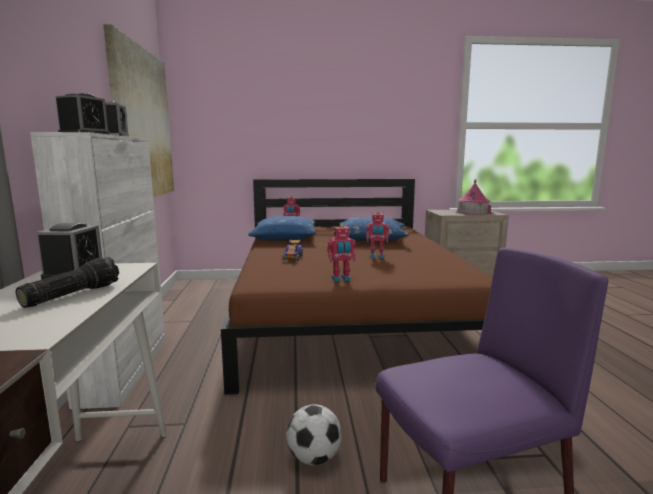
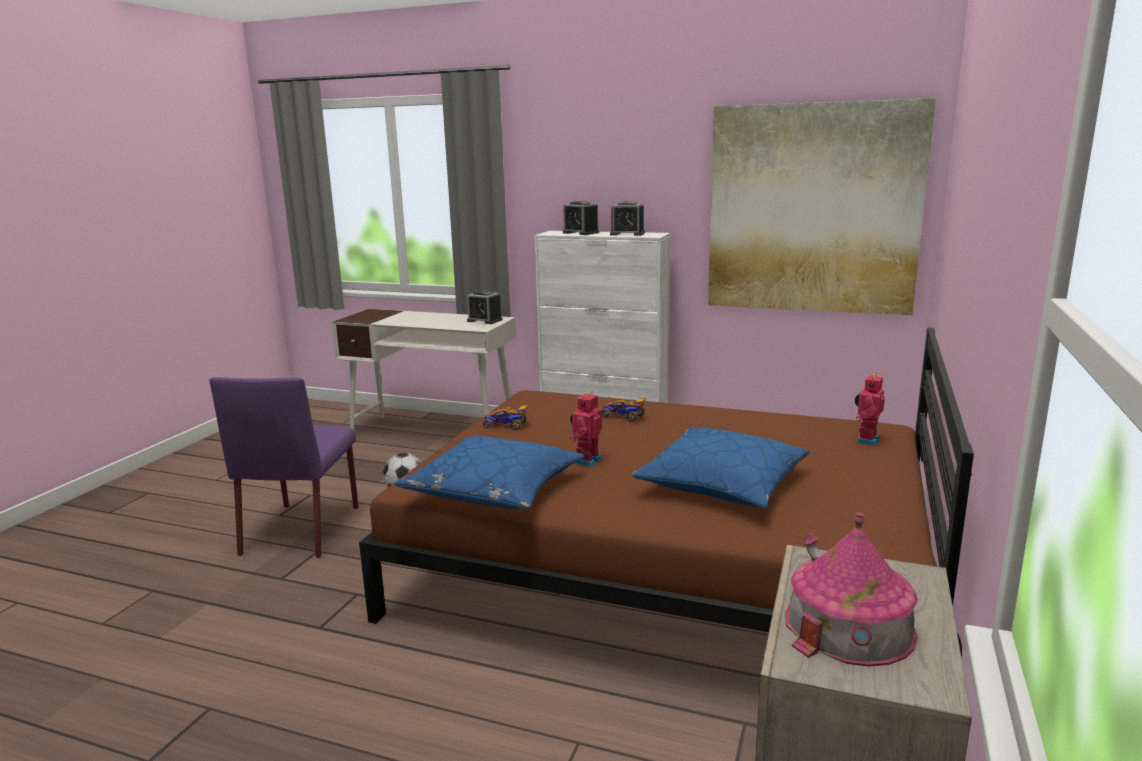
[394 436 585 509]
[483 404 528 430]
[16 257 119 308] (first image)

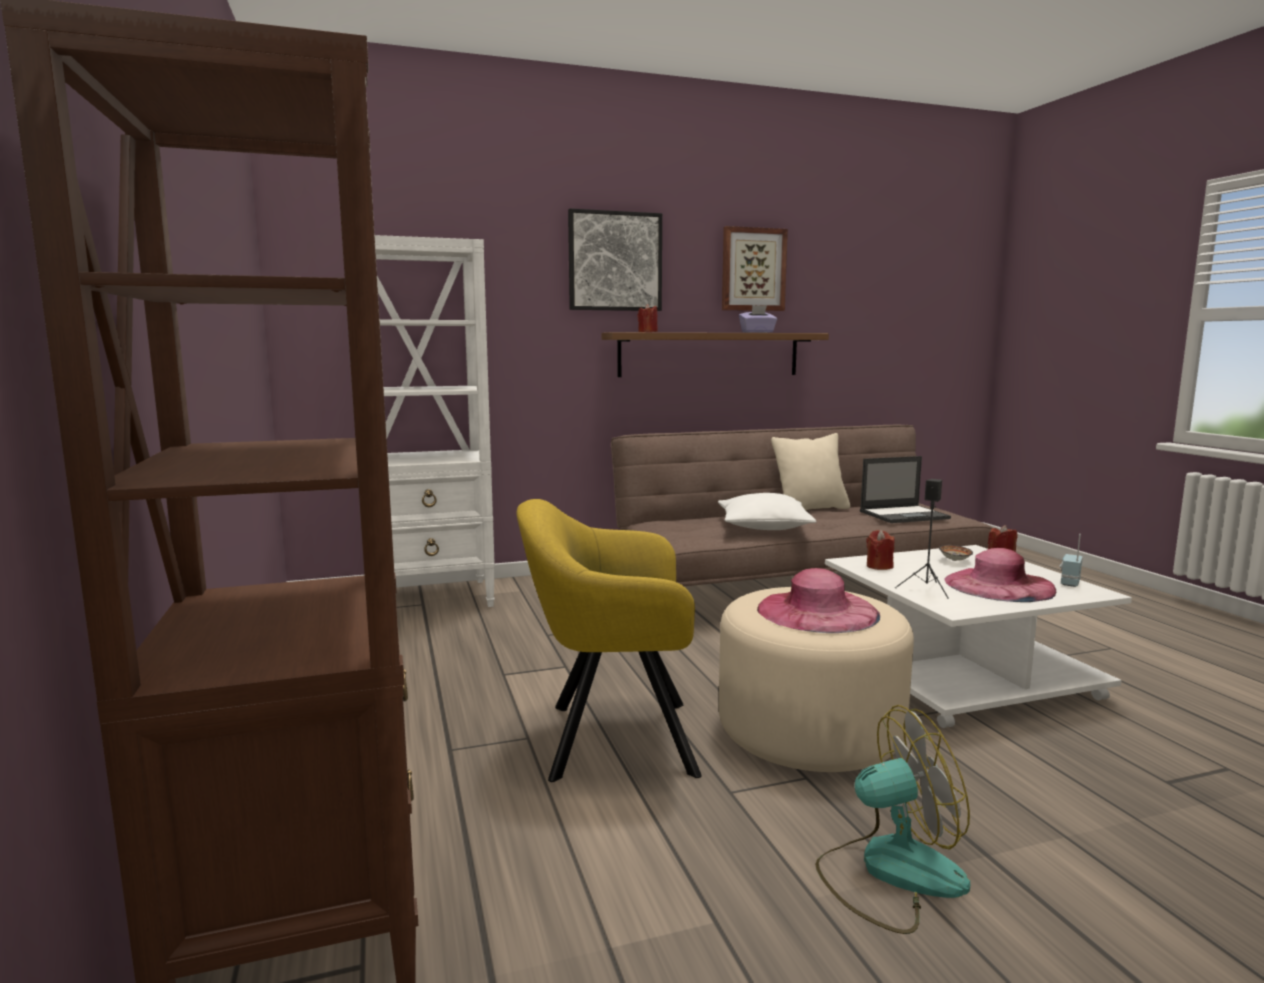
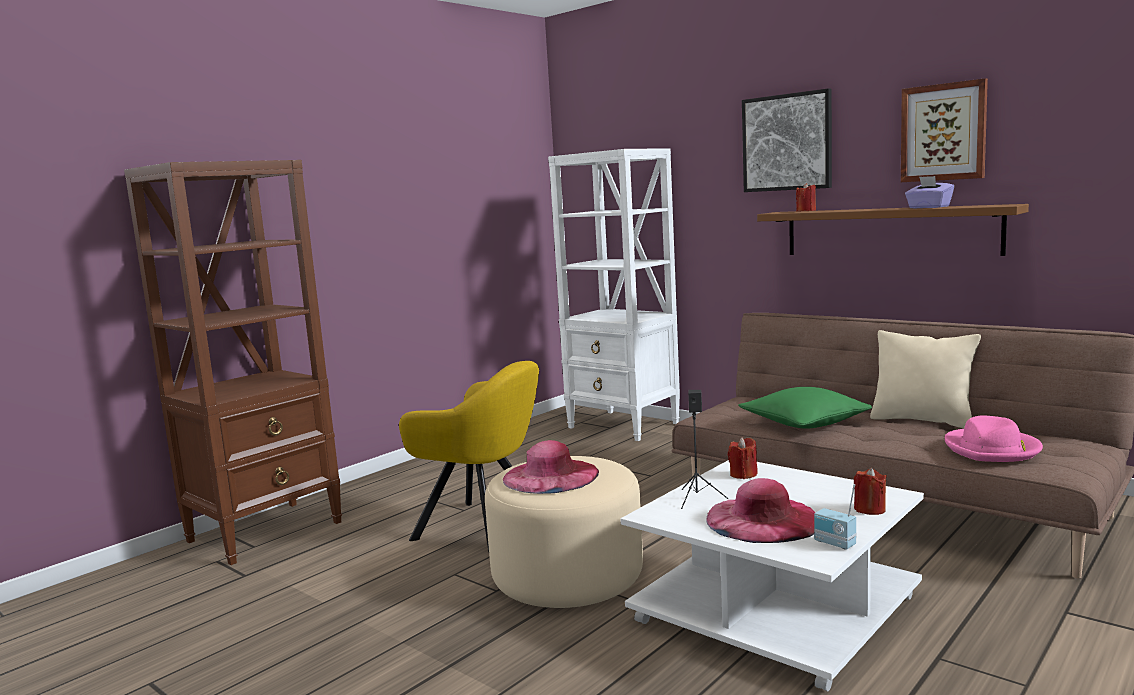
[945 415 1043 462]
[738 387 872 429]
[399 361 539 552]
[814 484 856 550]
[939 545 973 561] (first image)
[815 705 970 934] (first image)

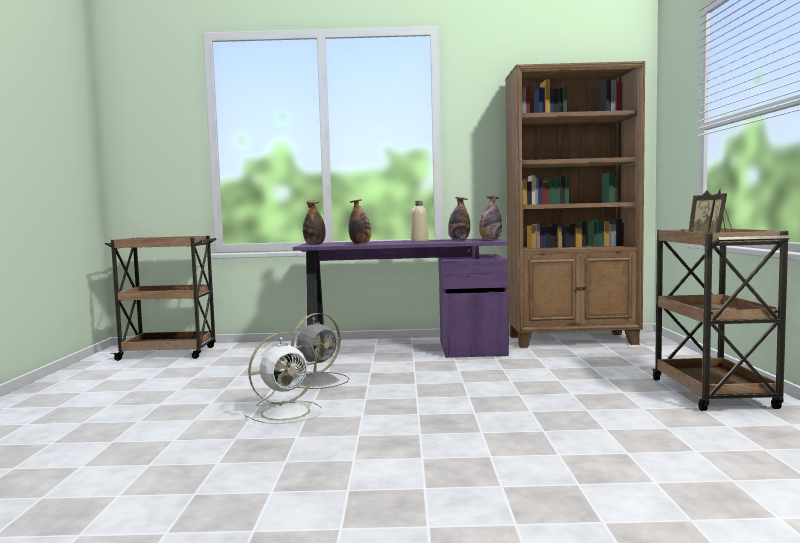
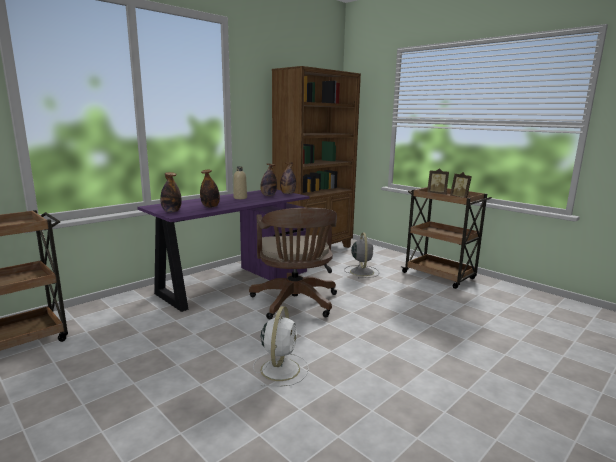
[344 233 379 279]
[249 208 337 319]

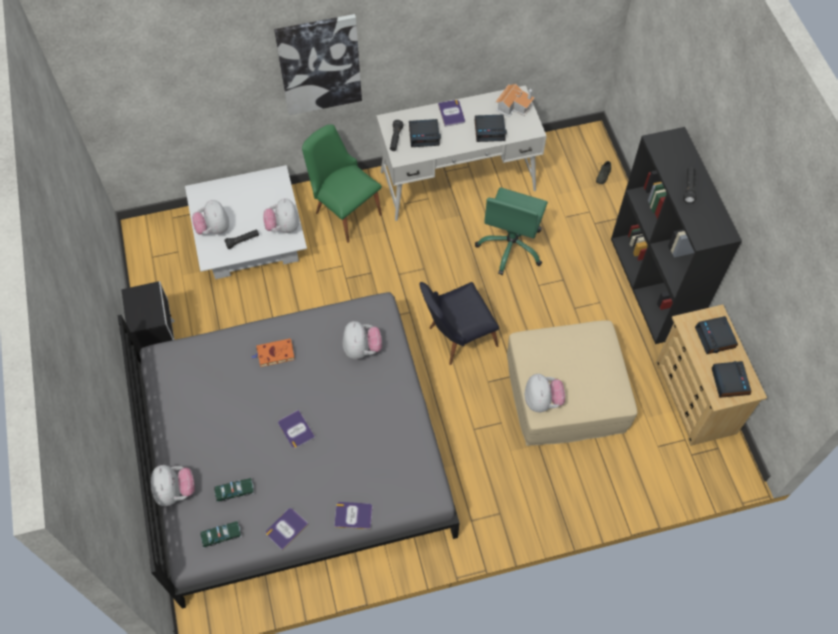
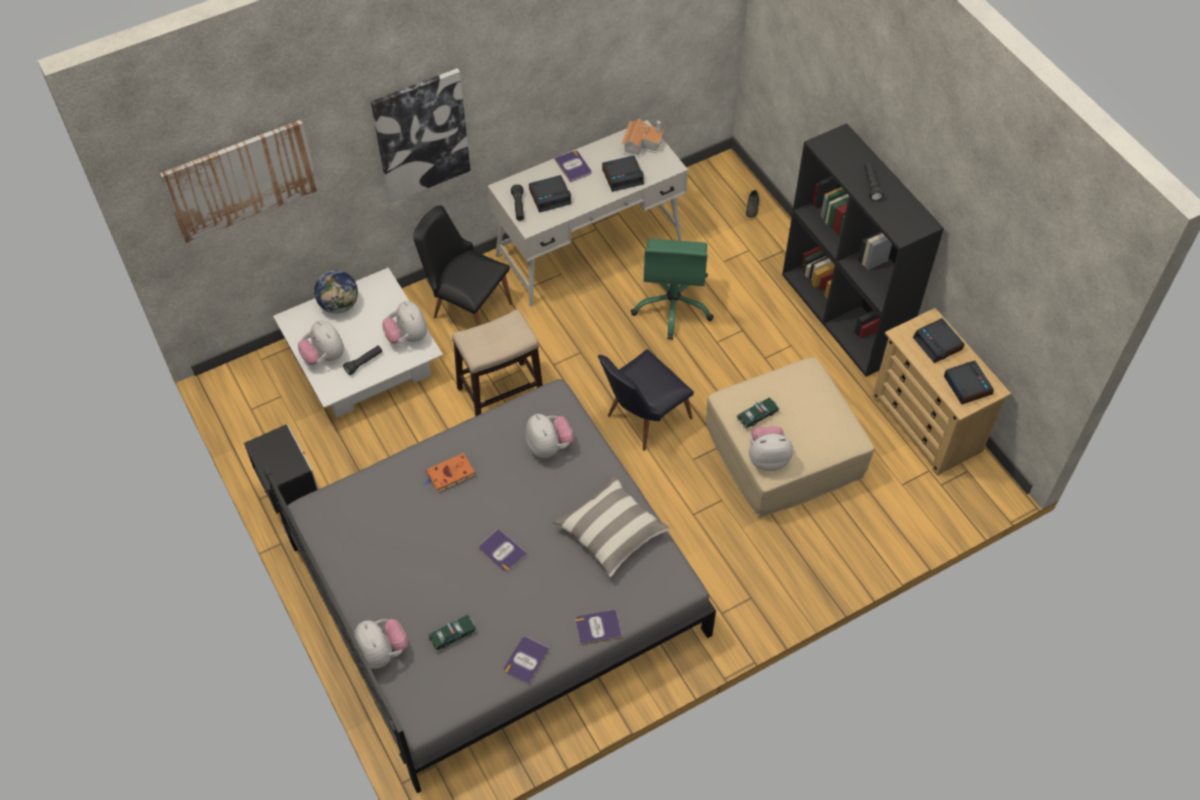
[413 205 513 326]
[749 426 793 471]
[737 397 779 429]
[160 120 319 243]
[314 270 358 314]
[452 309 543 416]
[553 475 671 577]

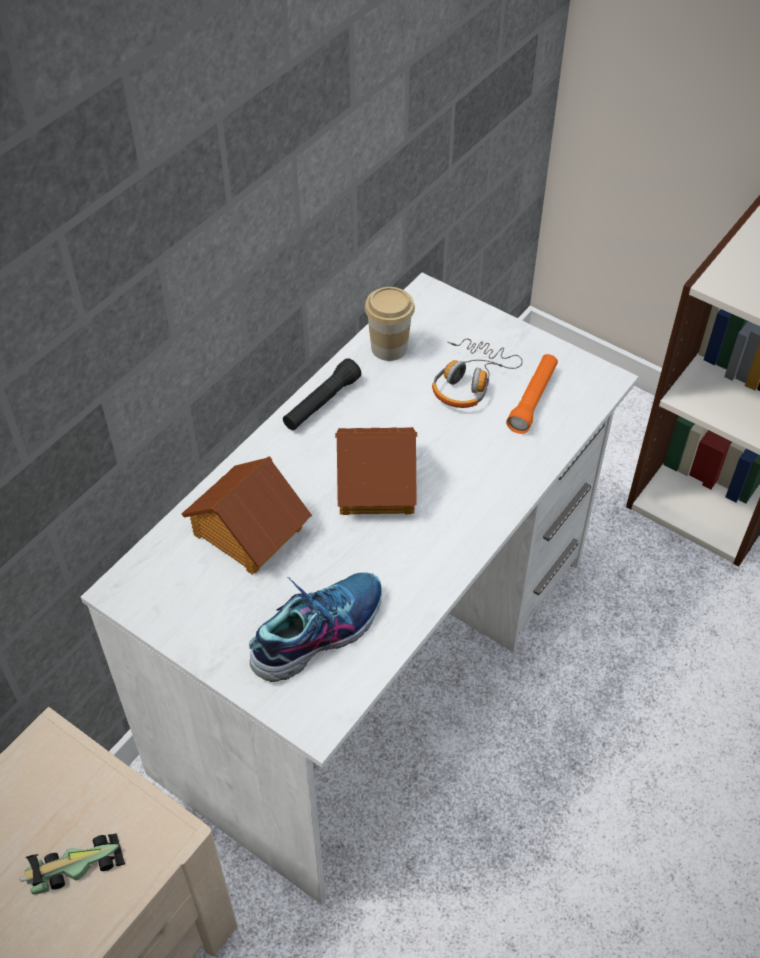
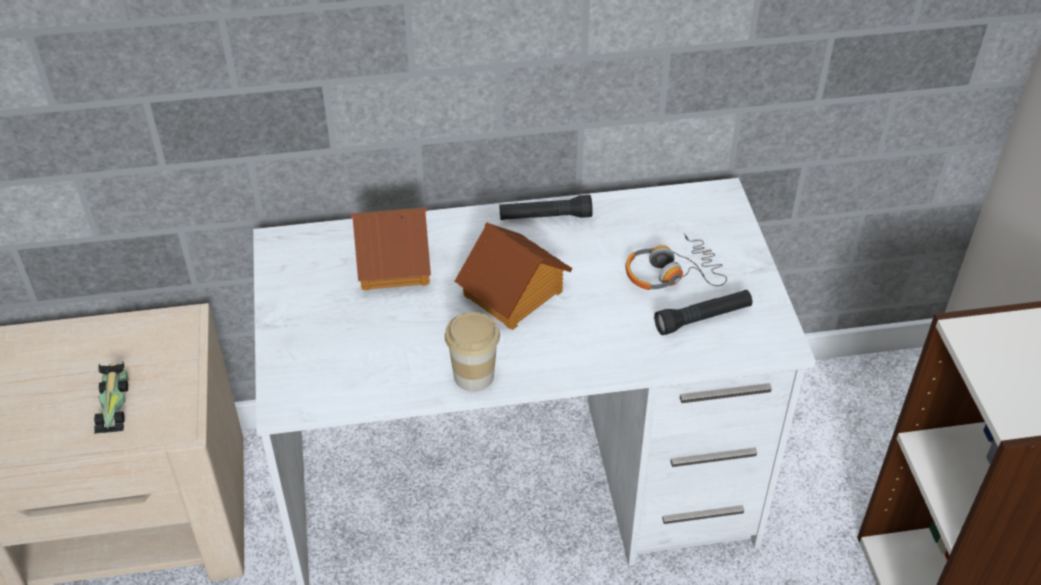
[445 312 500 392]
[654 290 752 335]
[249 572 382 682] (first image)
[94 362 128 434]

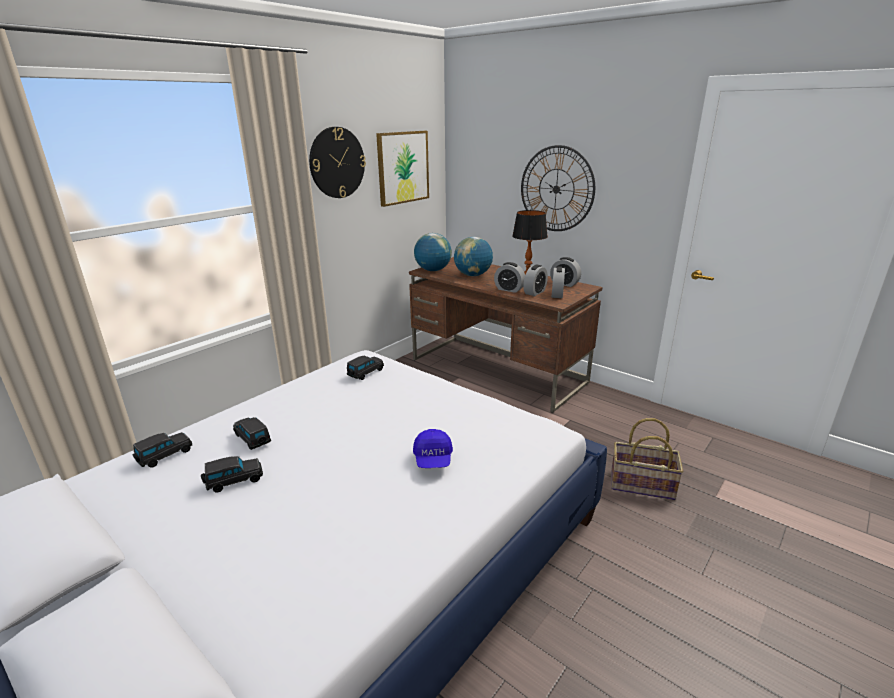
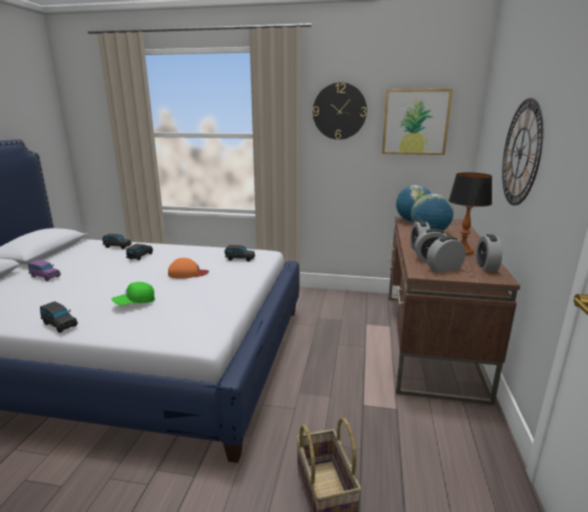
[111 282 155 305]
[40 301 78 333]
[168 258 209 278]
[28 260 61 281]

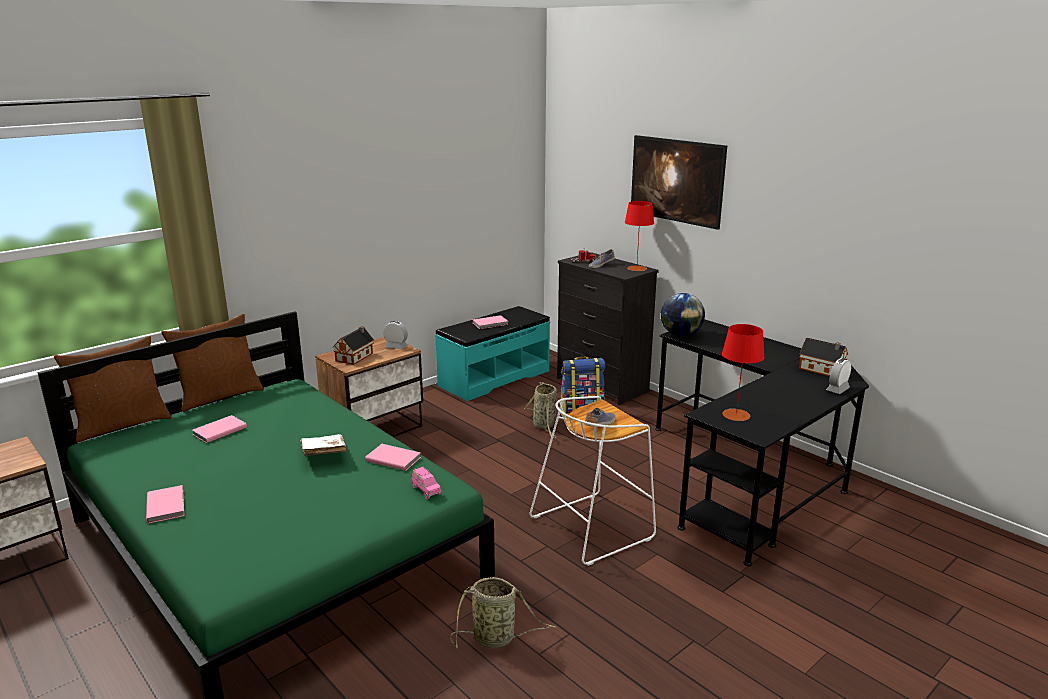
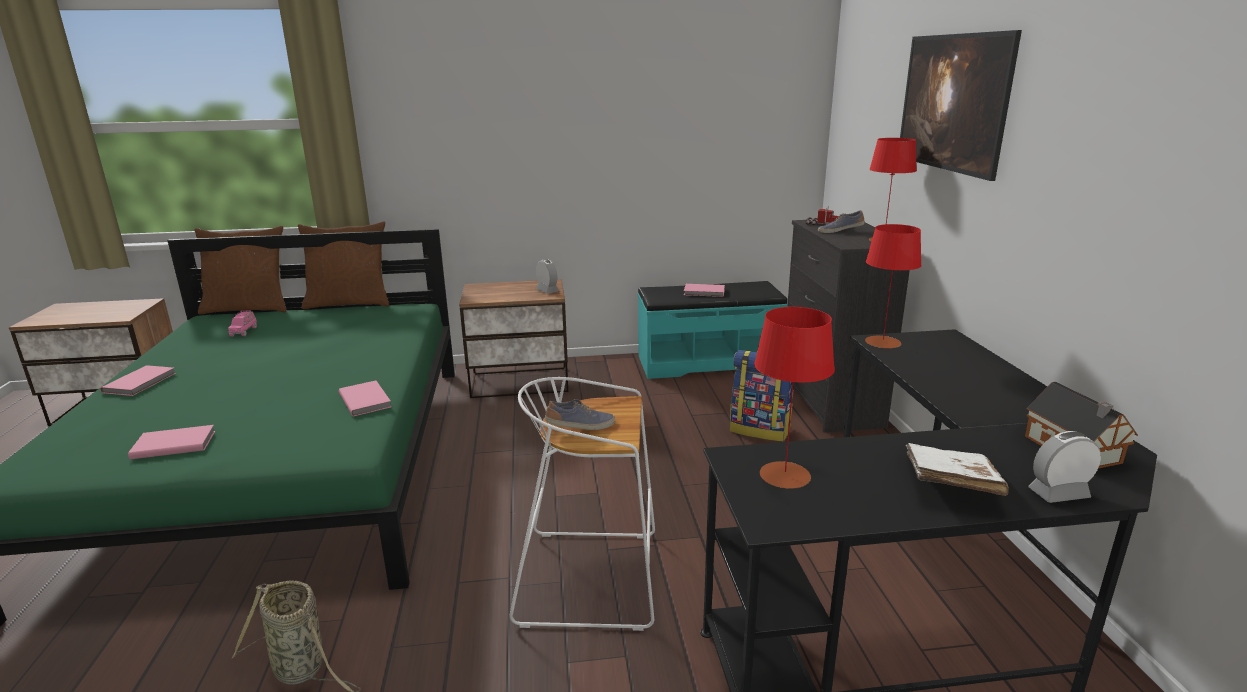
[865 224 922 349]
[332 326 374 365] (first image)
[524 382 557 438] (first image)
[128 425 215 459]
[906 443 1009 496]
[228 311 257 336]

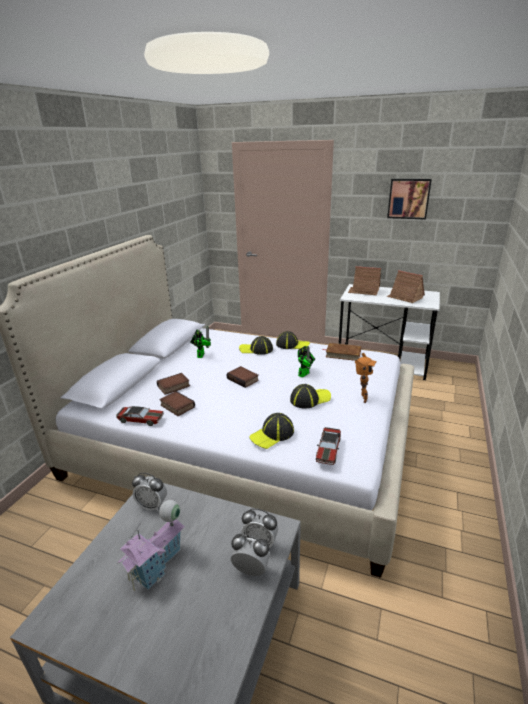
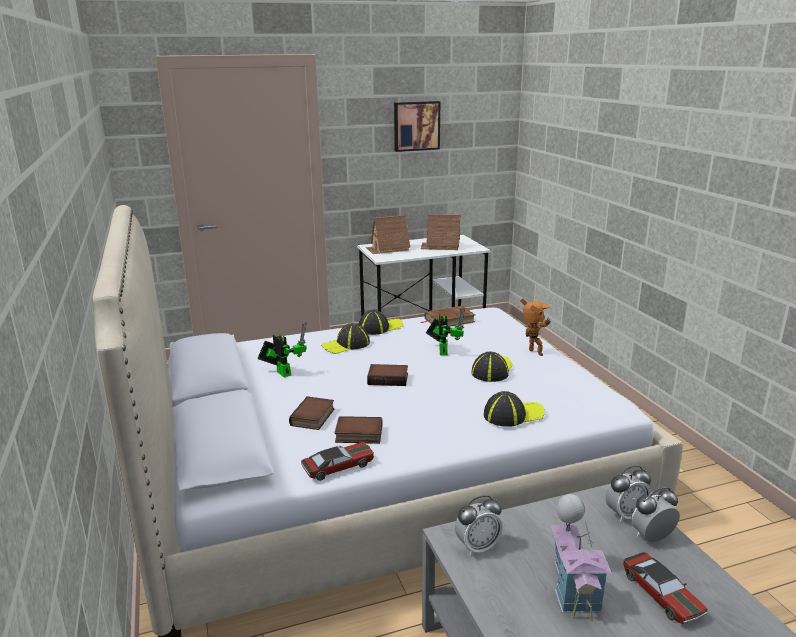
[484 391 545 427]
[623 552 707 624]

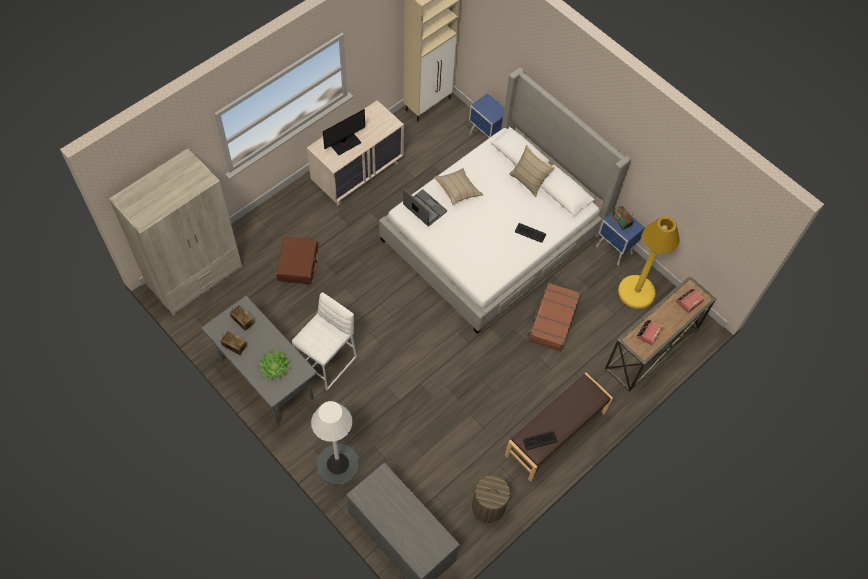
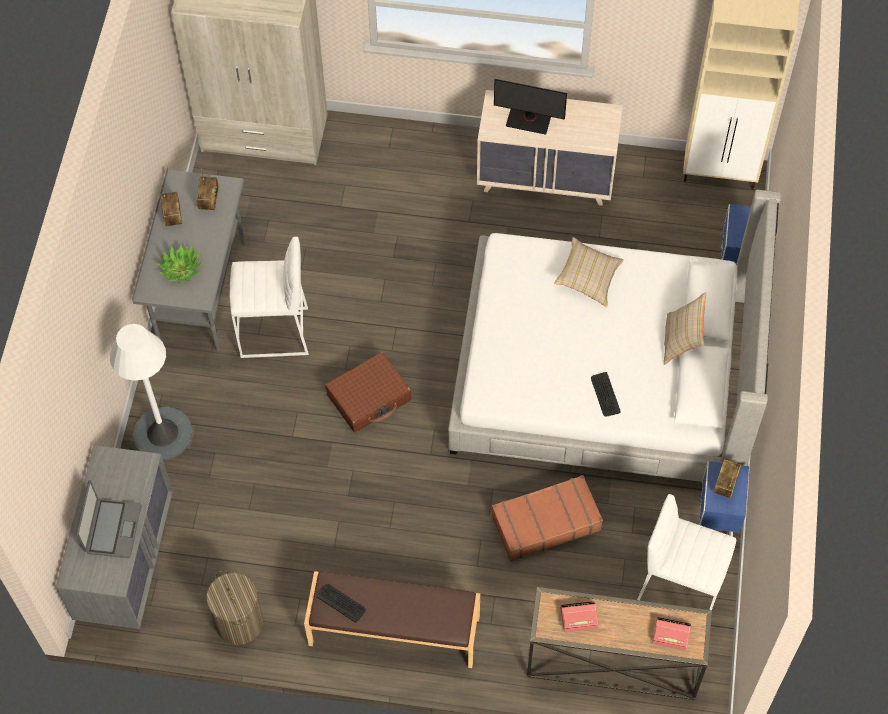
[76 480 142 558]
[637 494 736 610]
[325 352 411 432]

